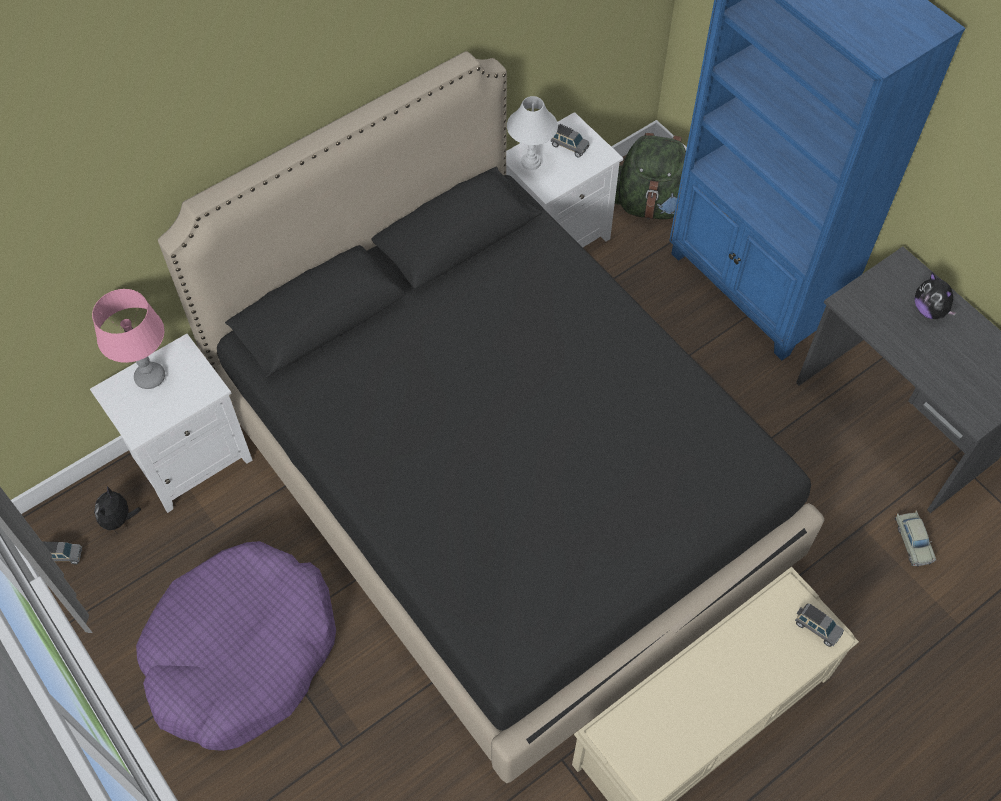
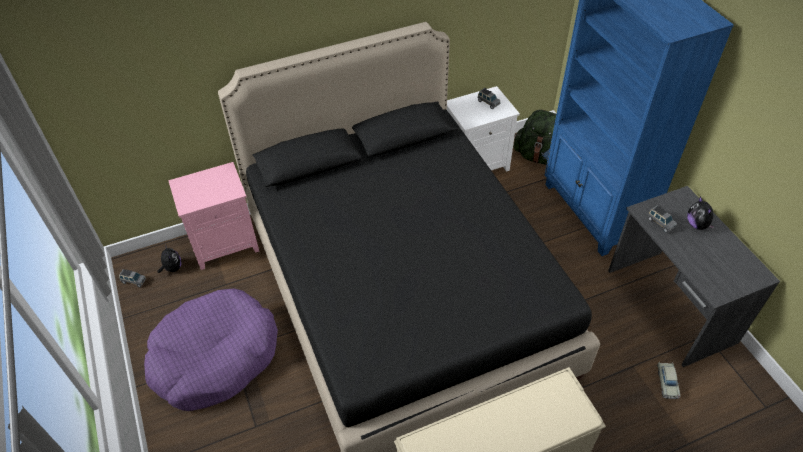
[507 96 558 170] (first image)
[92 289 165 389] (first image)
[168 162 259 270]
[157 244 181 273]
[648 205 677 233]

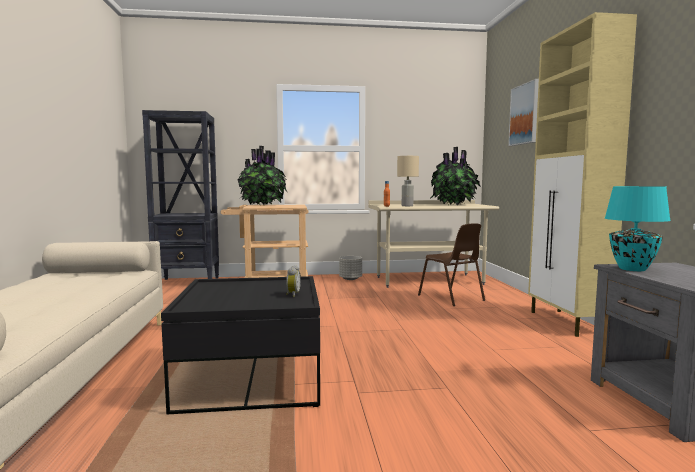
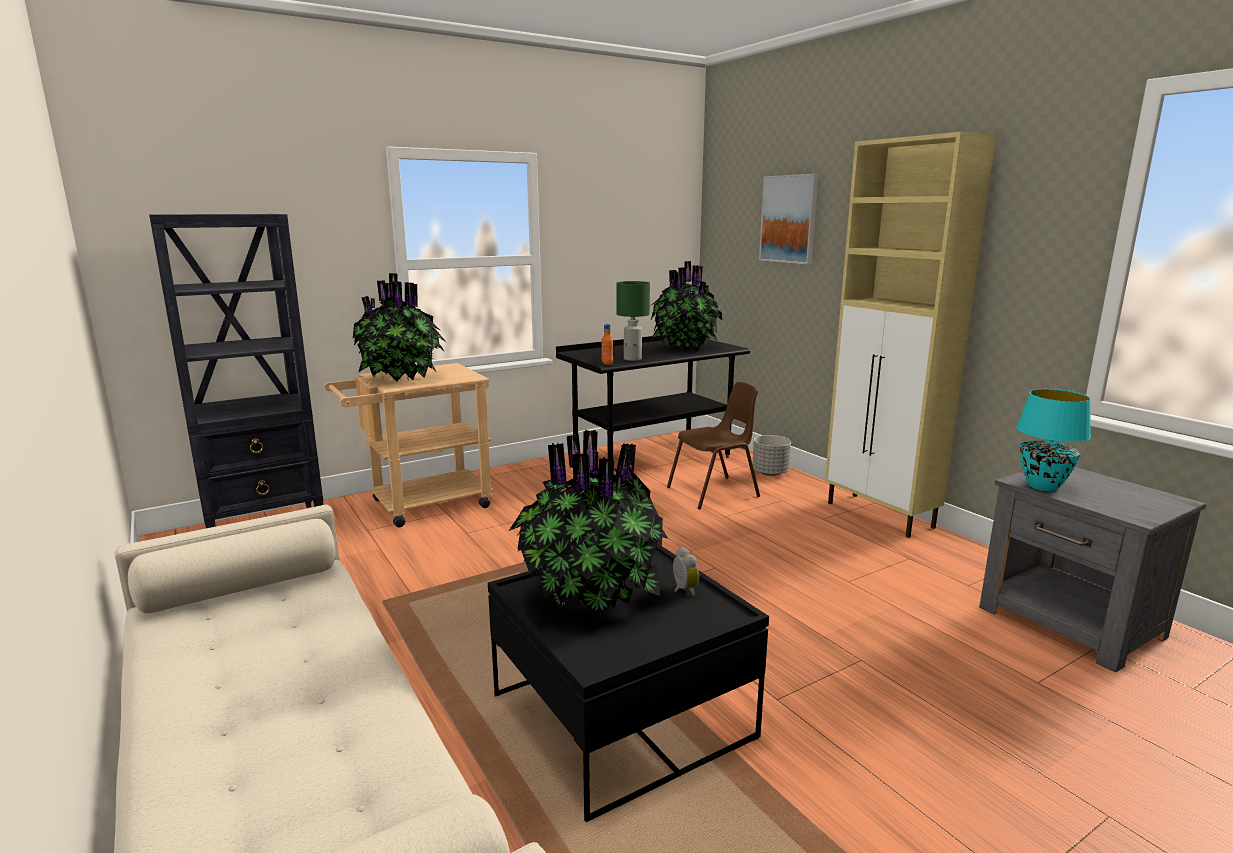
[617 281 650 361]
[556 335 750 459]
[667 382 760 509]
[752 435 791 476]
[509 429 668 619]

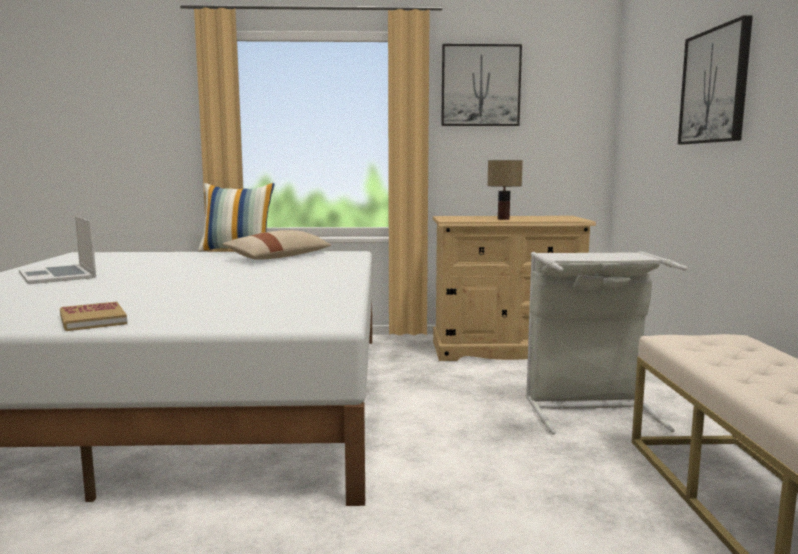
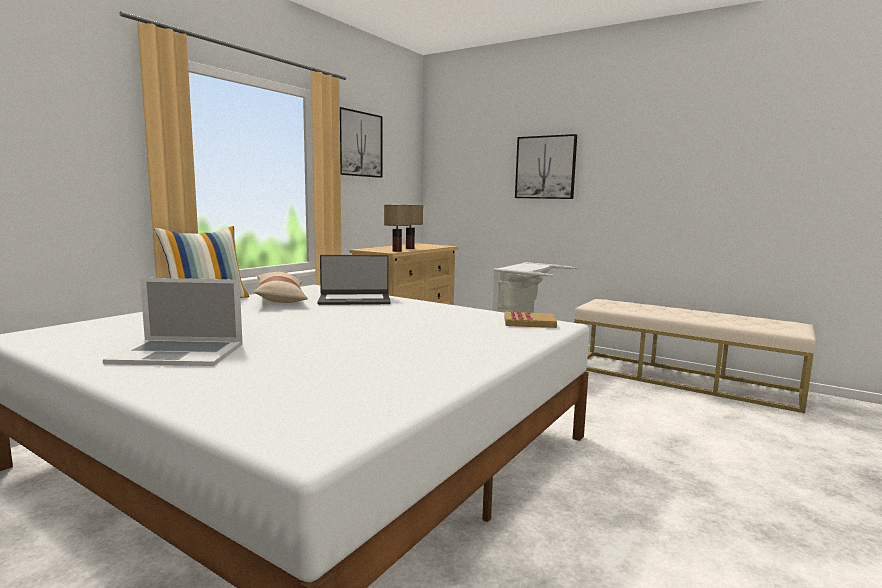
[504 312 557 328]
[384 205 411 252]
[318 255 391 305]

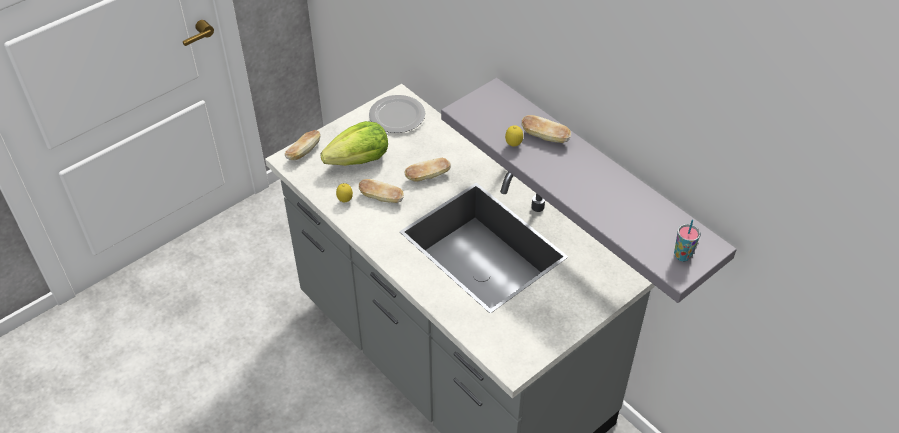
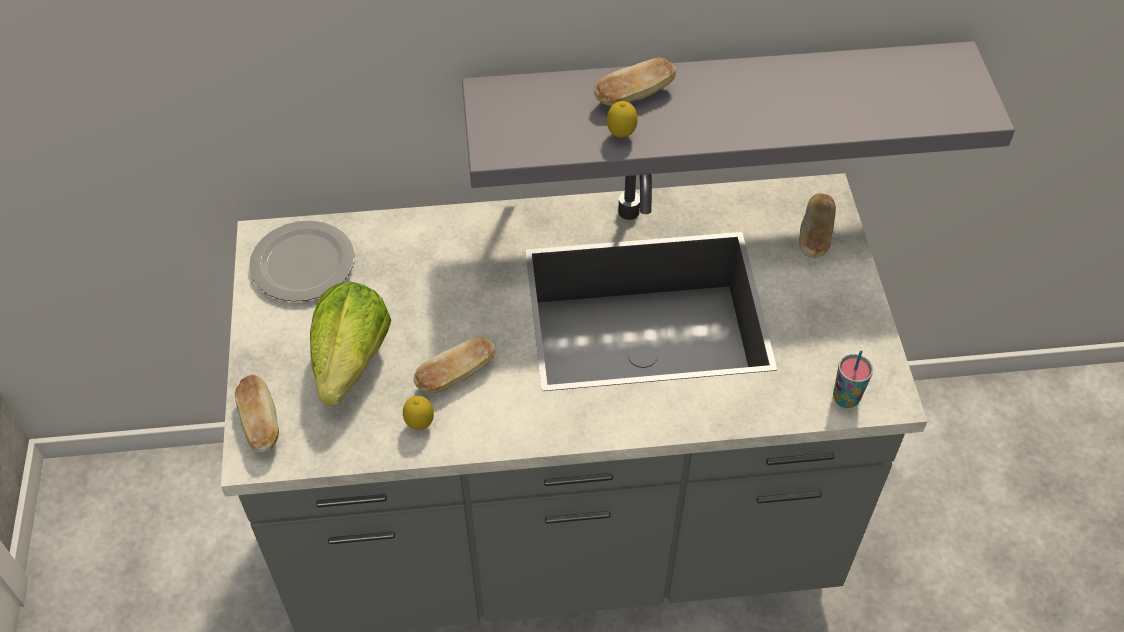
[799 193 836 258]
[833 351 873 408]

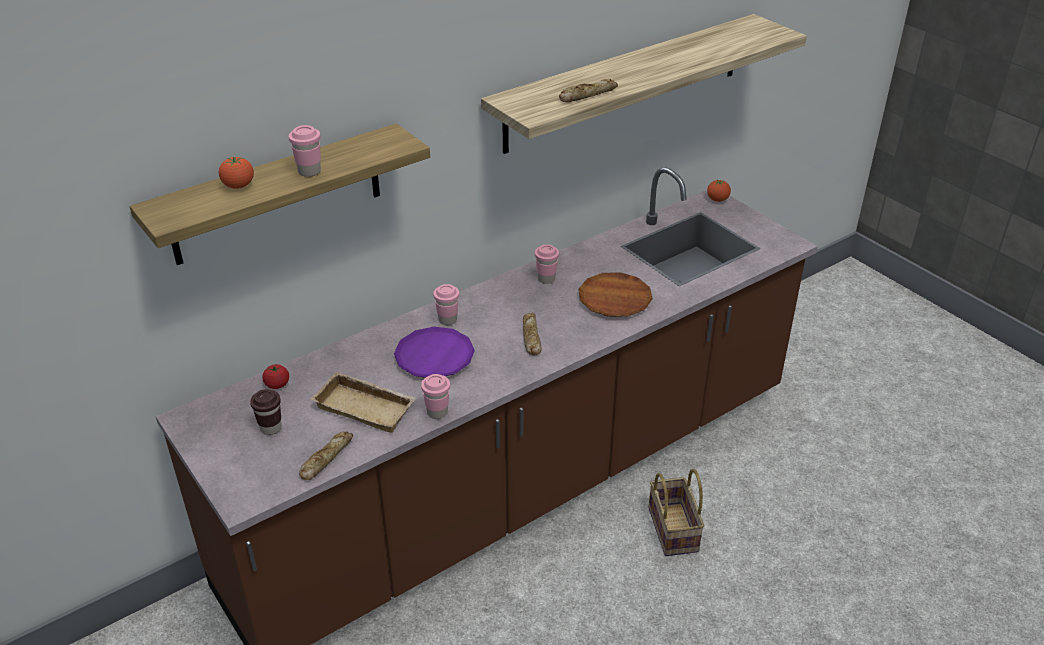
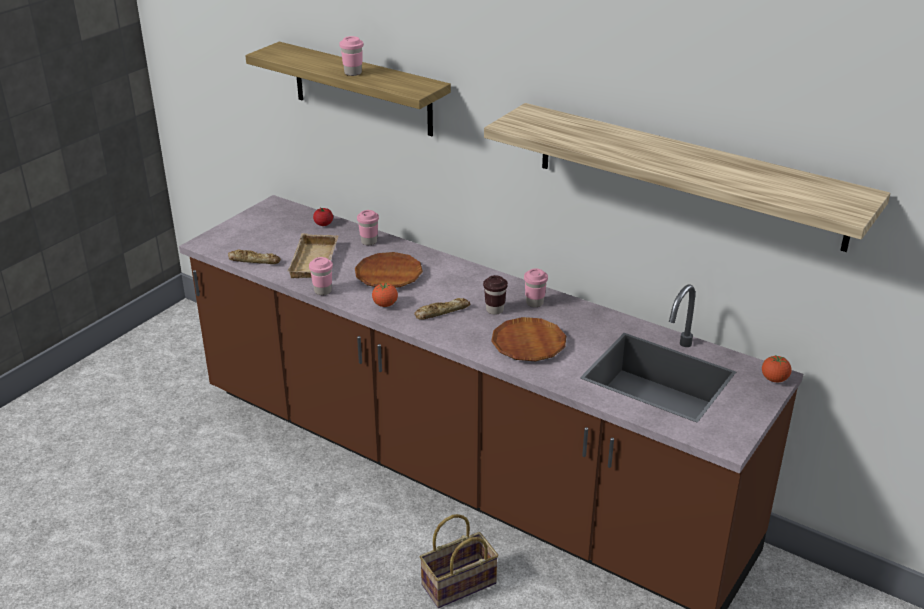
[559 79 618 102] (first image)
[372 283 398 307]
[357 210 379 245]
[355 252 423 288]
[483 275 508 315]

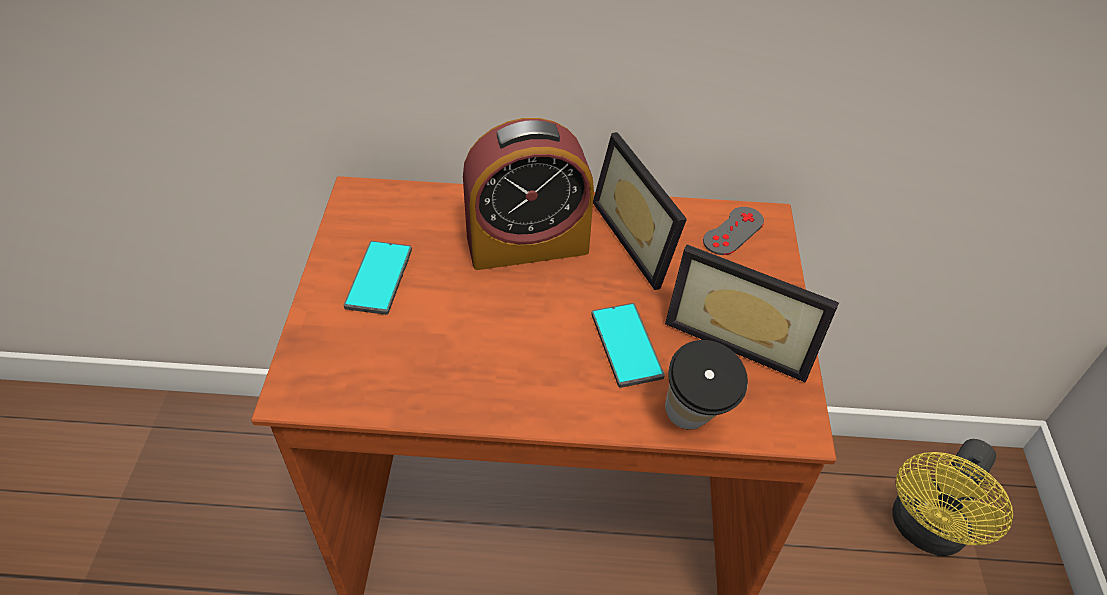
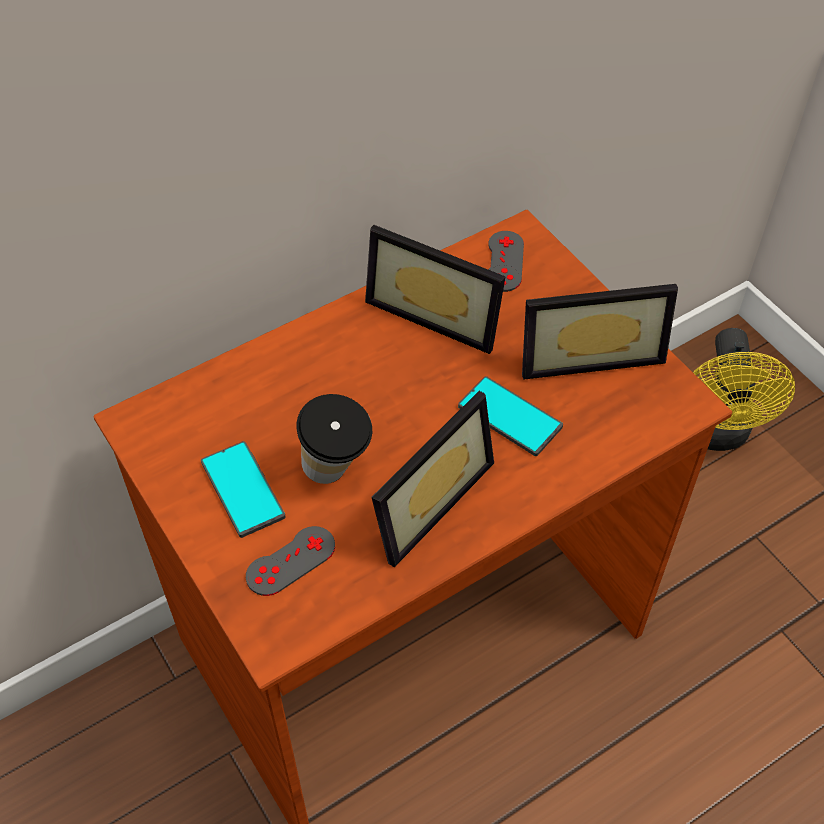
[463 118 594 270] (first image)
[297 394 372 484]
[371 391 494 567]
[246 526 335 596]

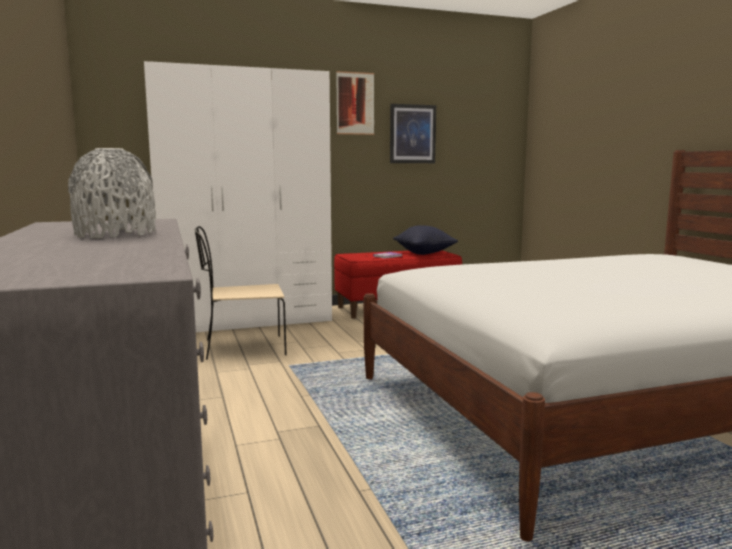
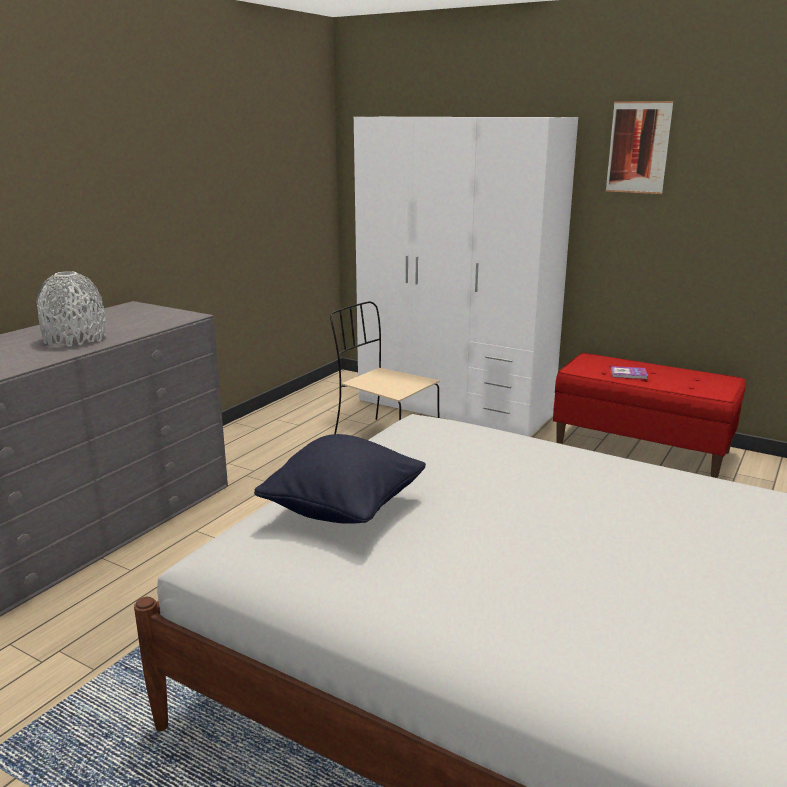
[390 104 436 163] (first image)
[254 434 426 524]

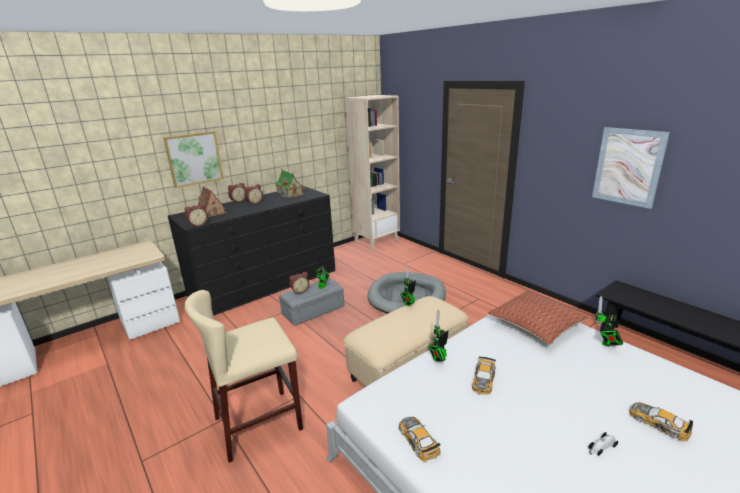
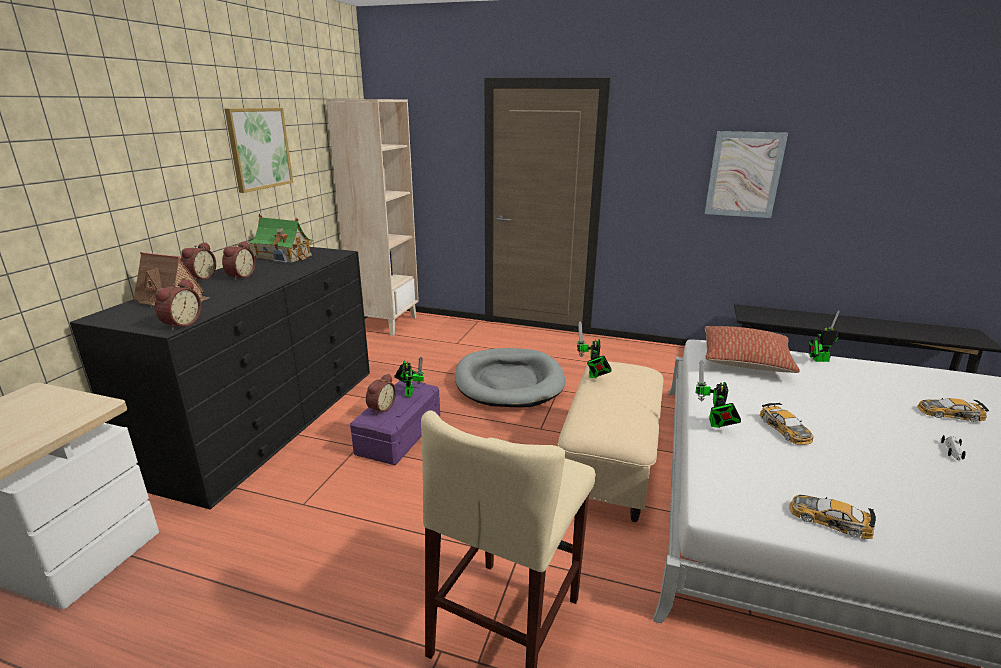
[225 108 293 193]
[350 381 440 465]
[809 311 840 362]

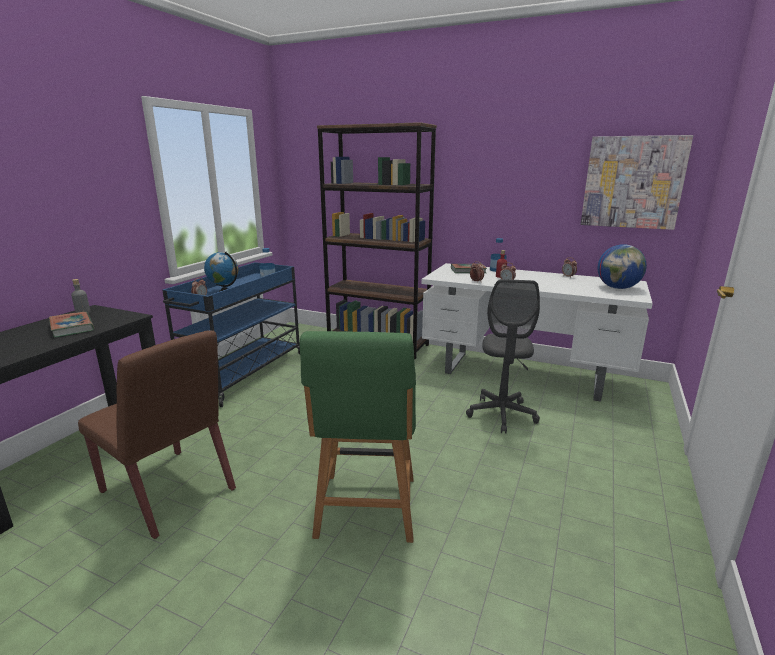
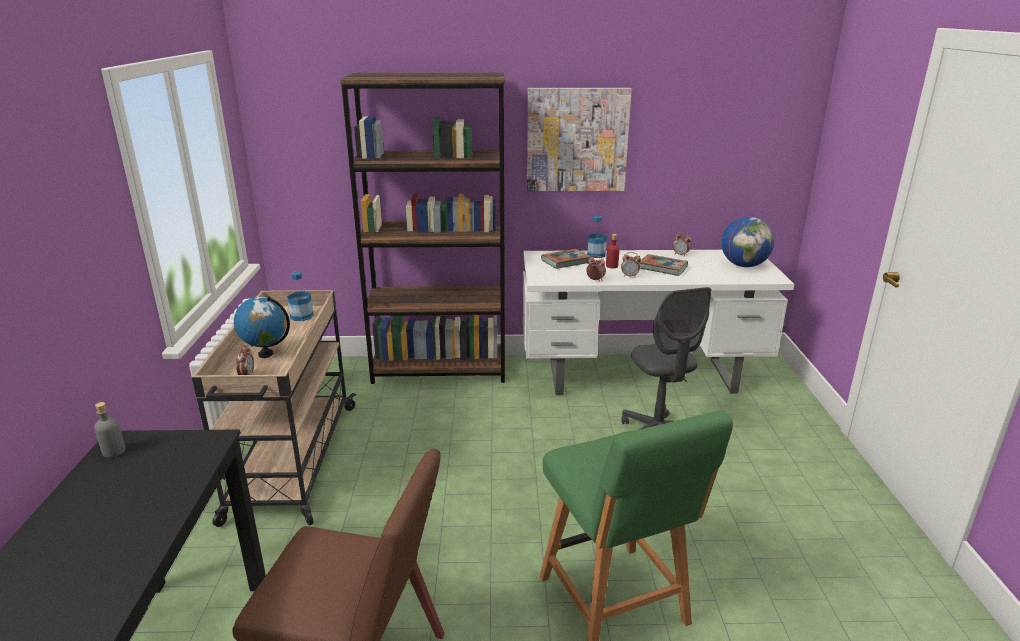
[527 88 632 191]
[192 290 356 527]
[639 254 688 276]

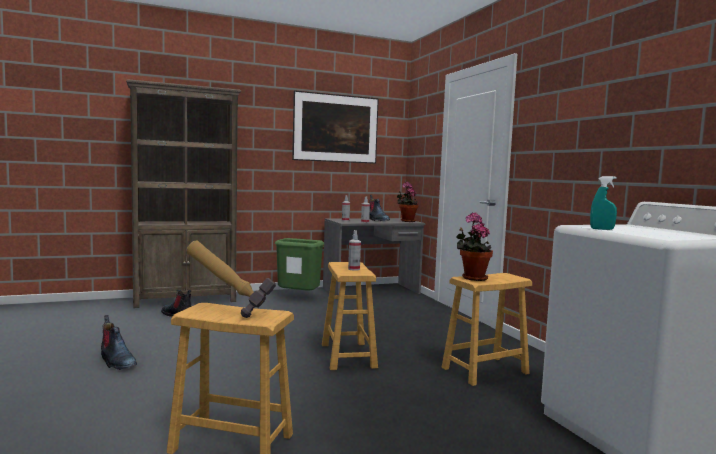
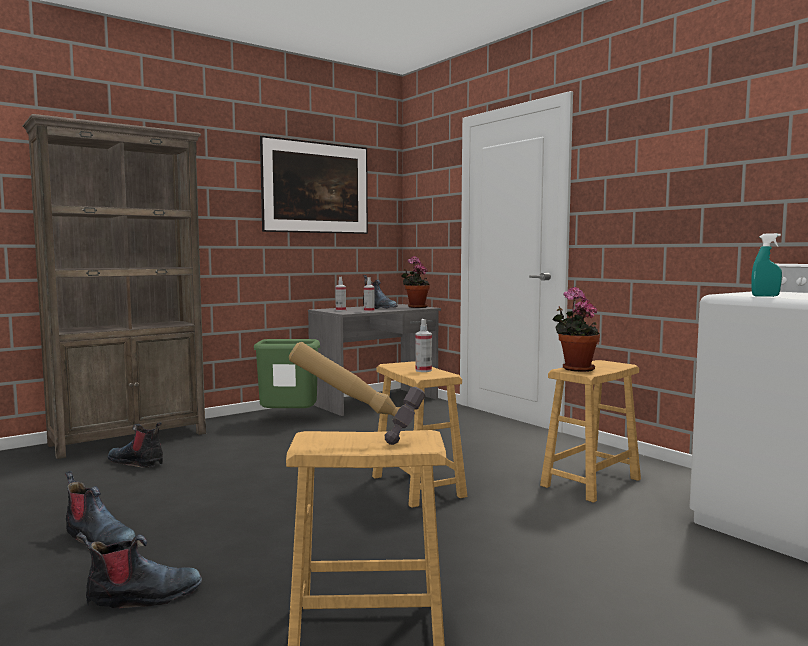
[76 532 202 608]

